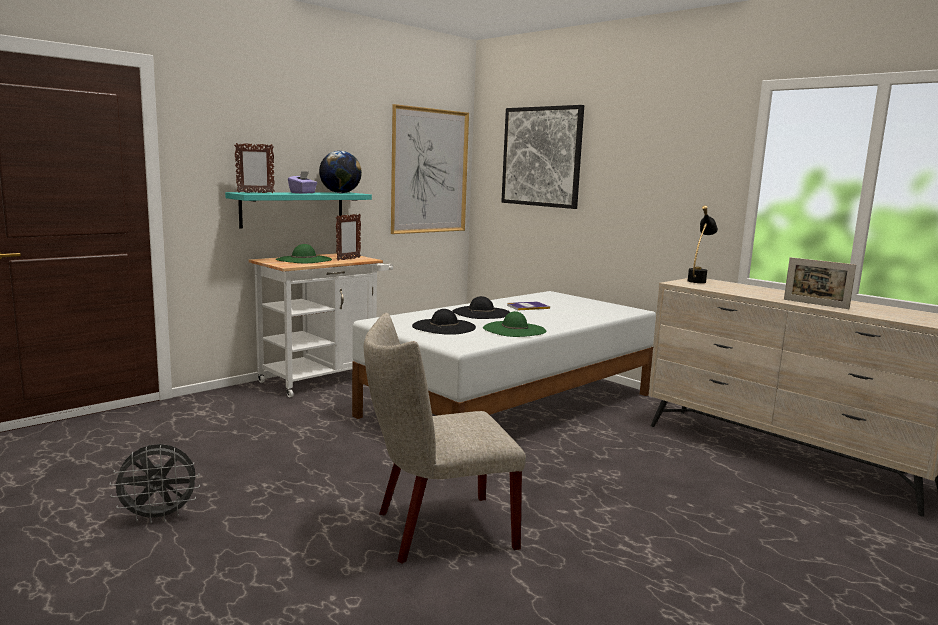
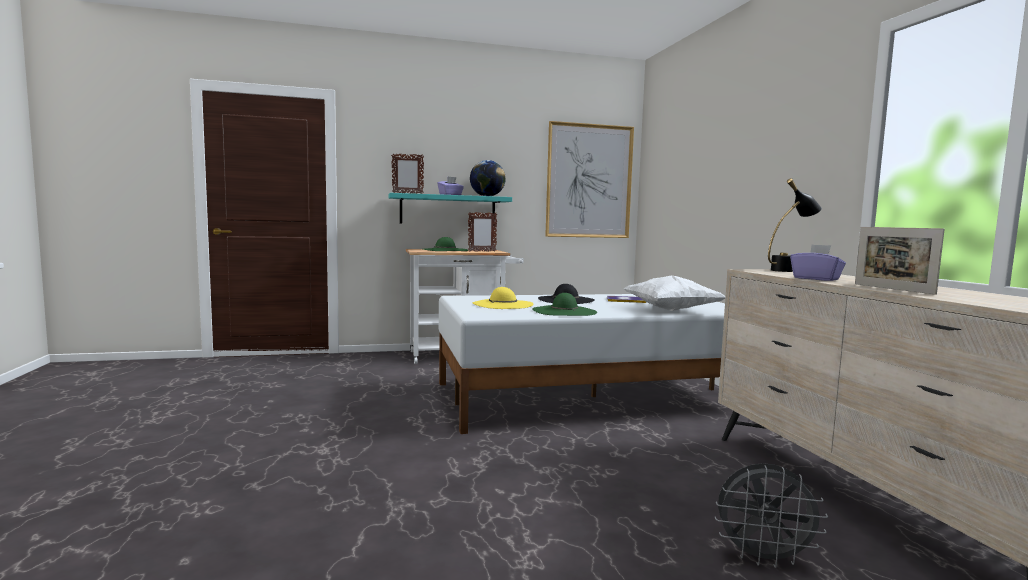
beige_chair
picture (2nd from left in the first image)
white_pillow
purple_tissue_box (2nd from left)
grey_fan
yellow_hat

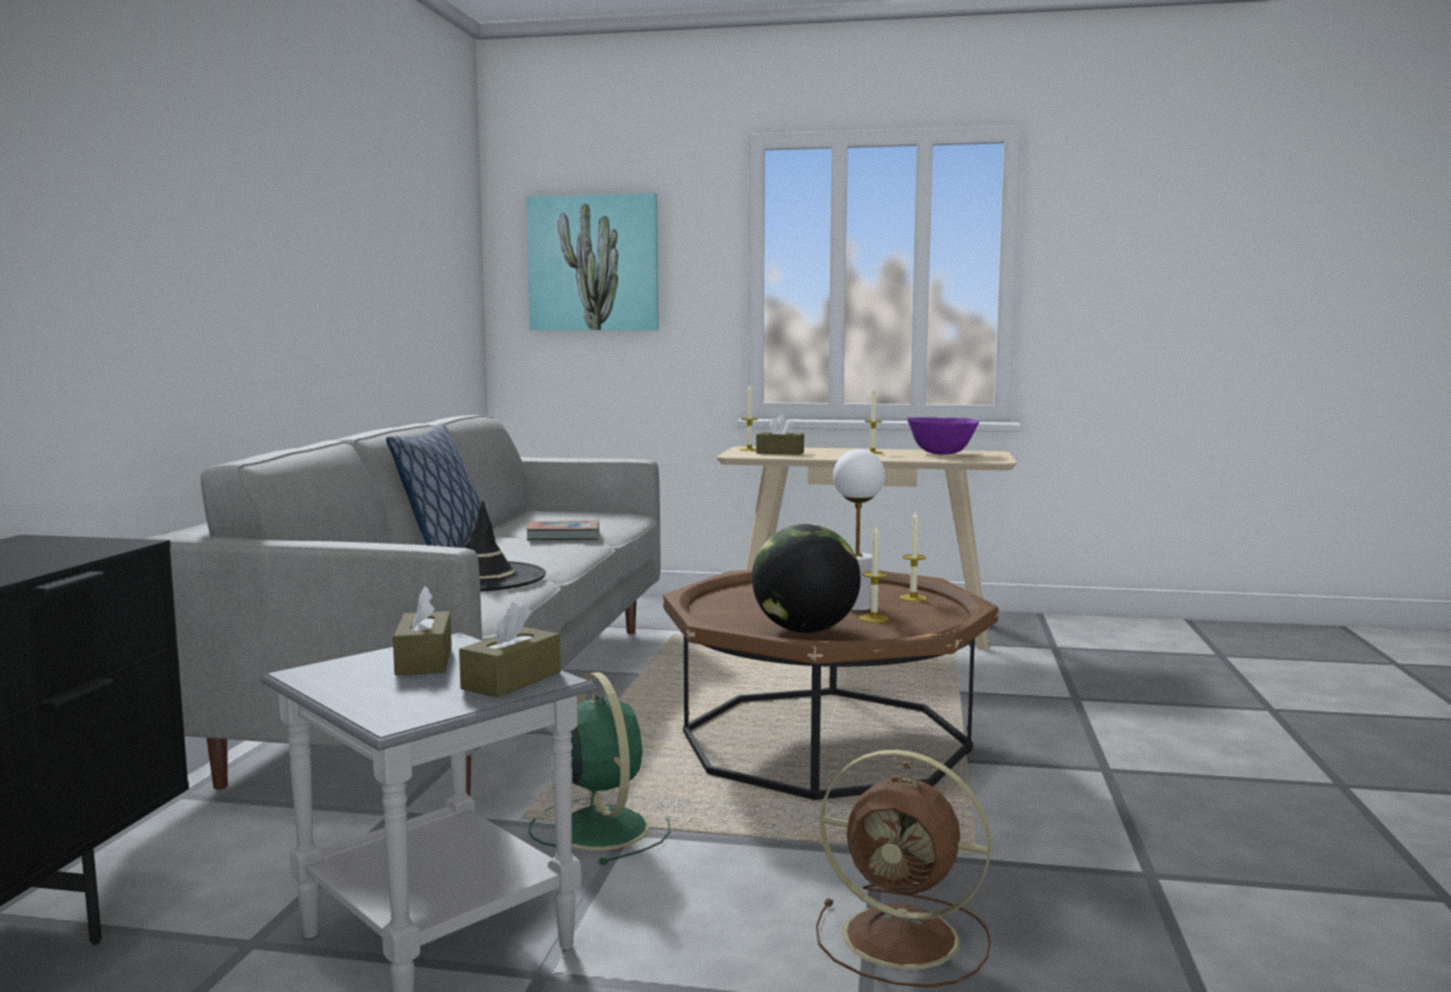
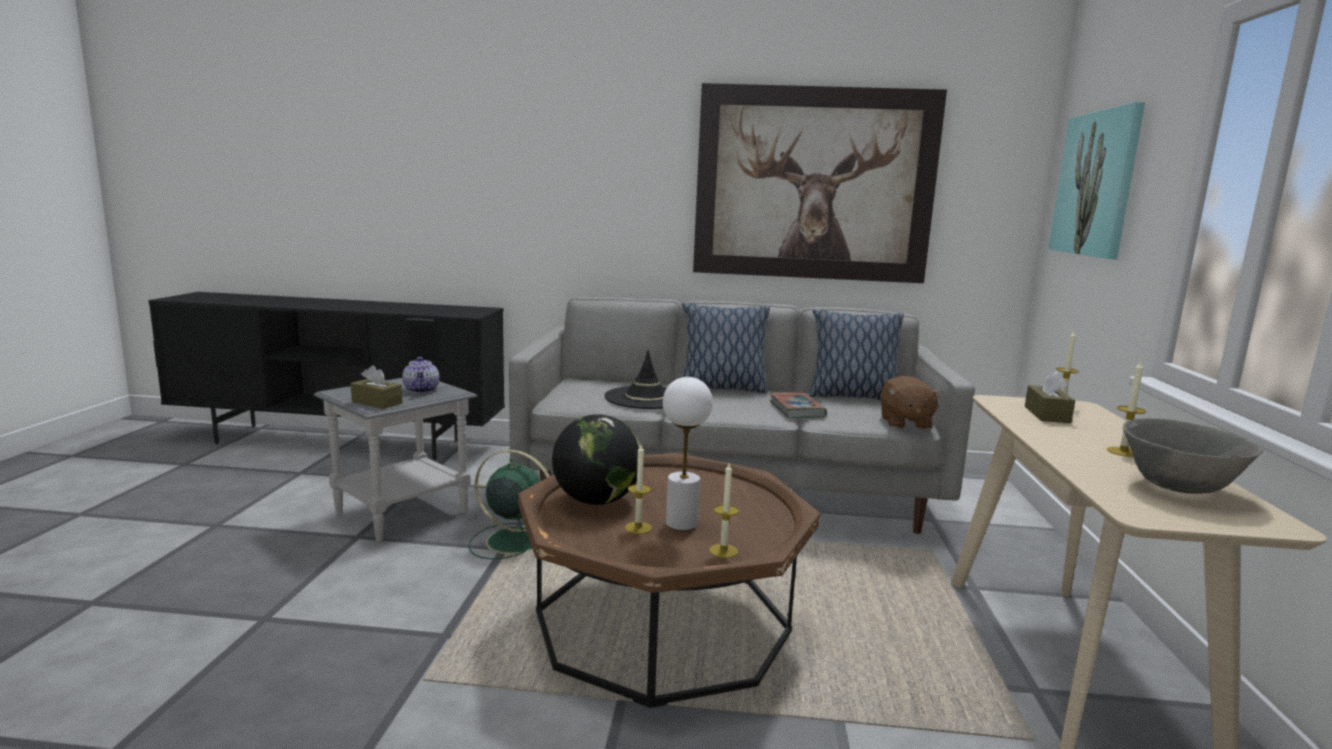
brown_fan
picture (1st from left)
pillow (2nd from left)
brown_plush_toy
teapot
grey_bowl
green_fan

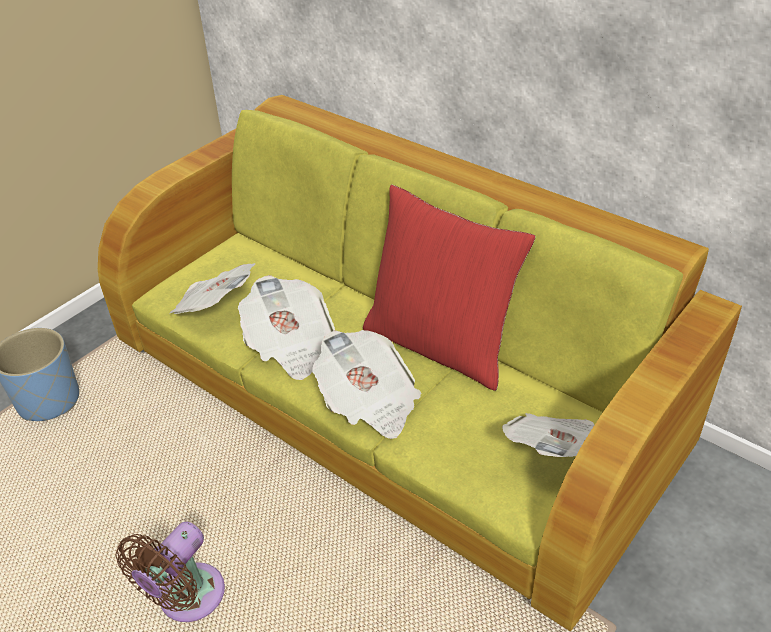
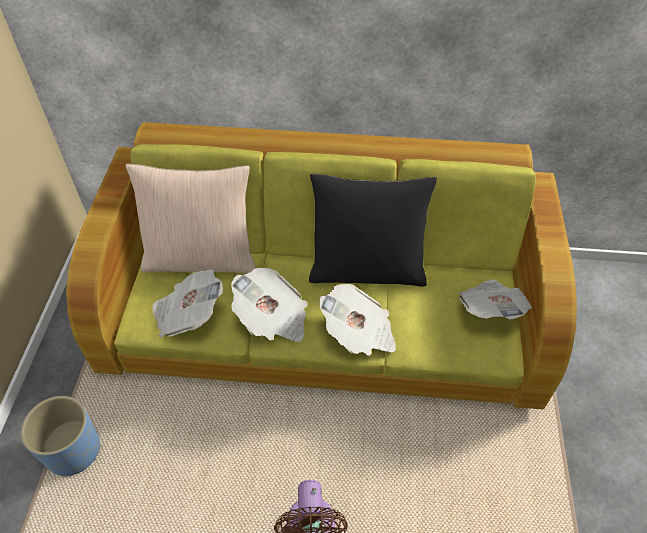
beige_pillow
black_pillow

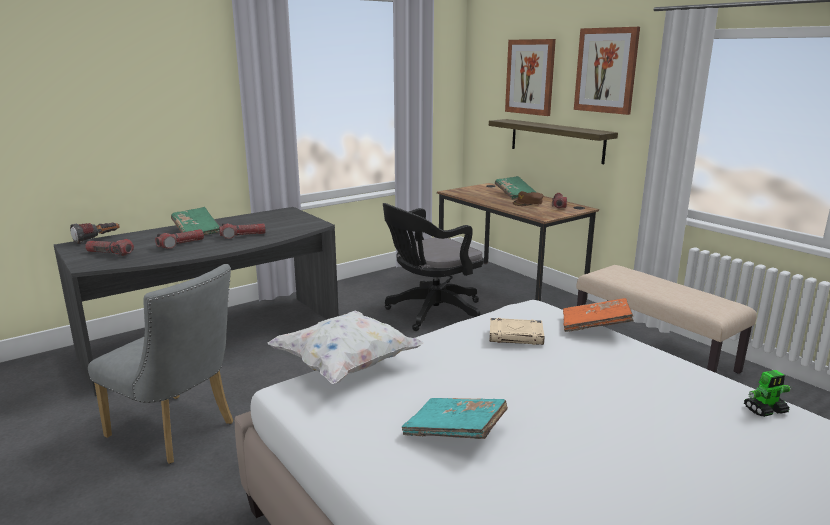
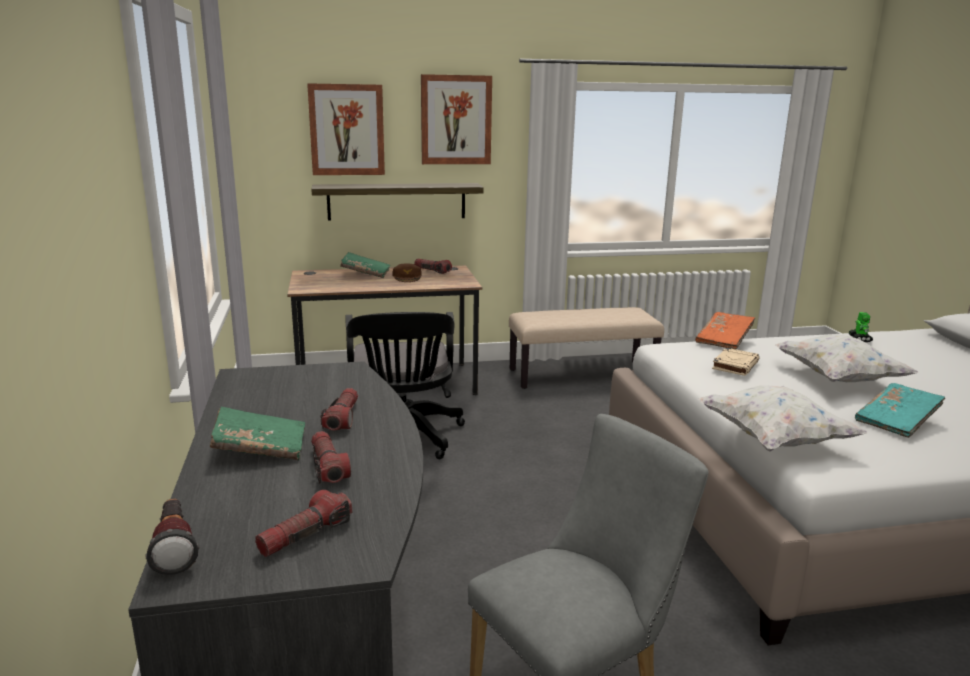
white_pillow (2nd from left)

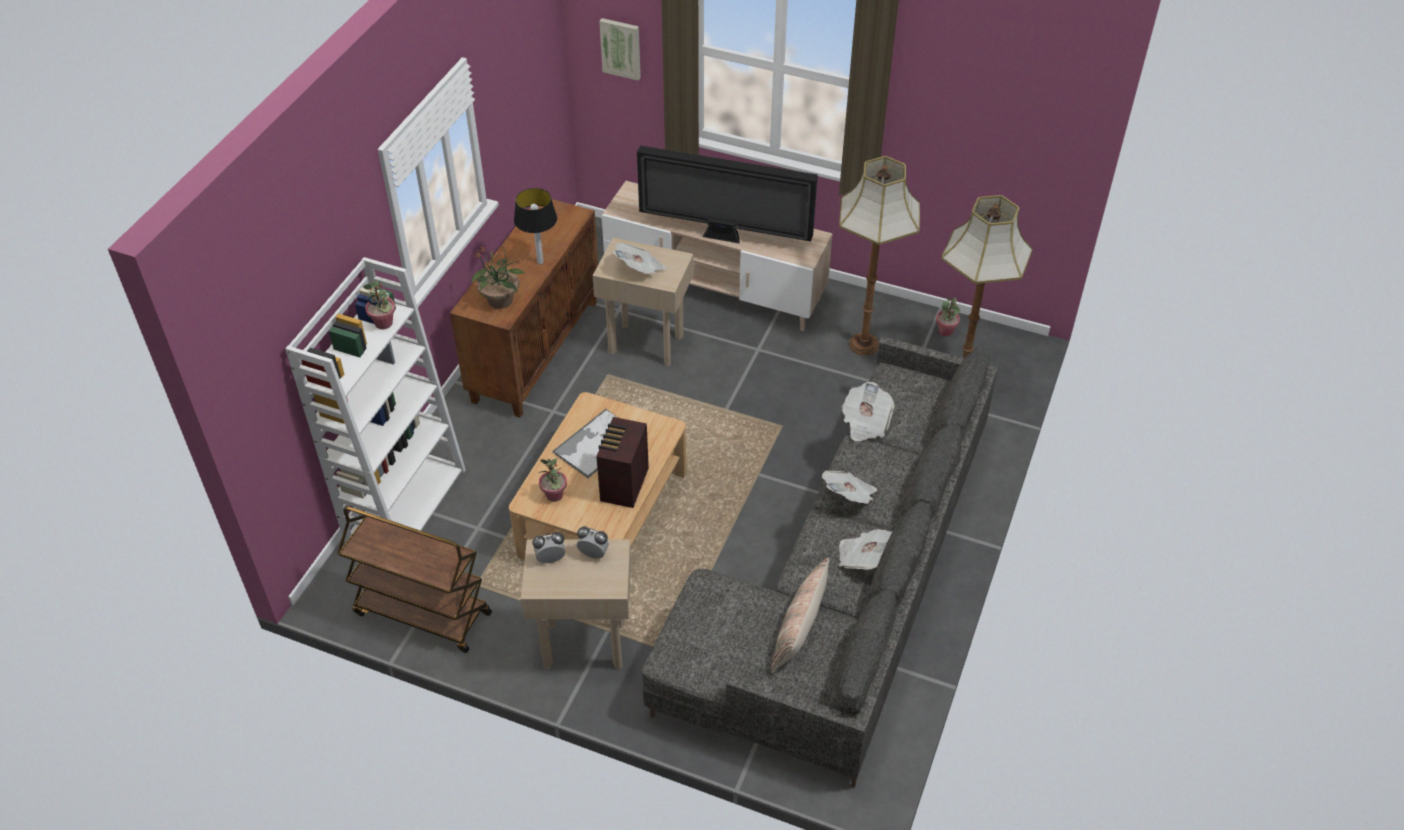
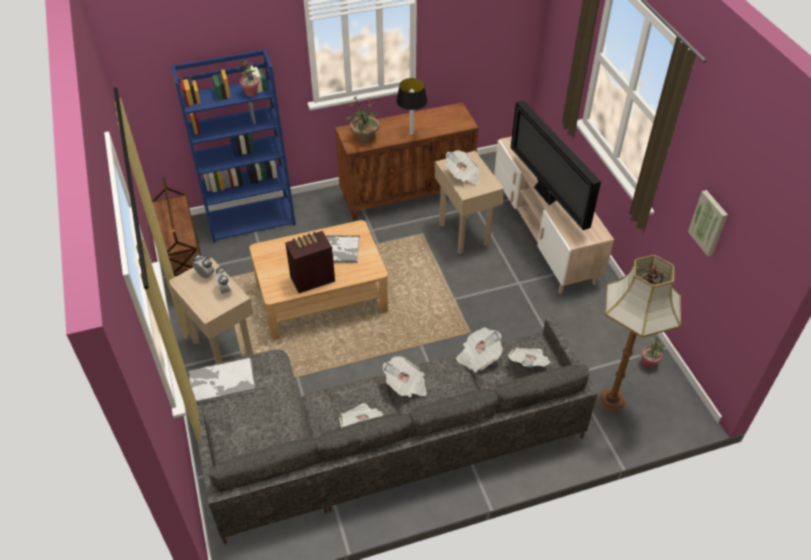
potted_plant (3rd from left in the first image)
pillow
floor_lamp (1st from left in the first image)
tray (1st from left)
newspaper (5th from left)
picture
blue_bookcase

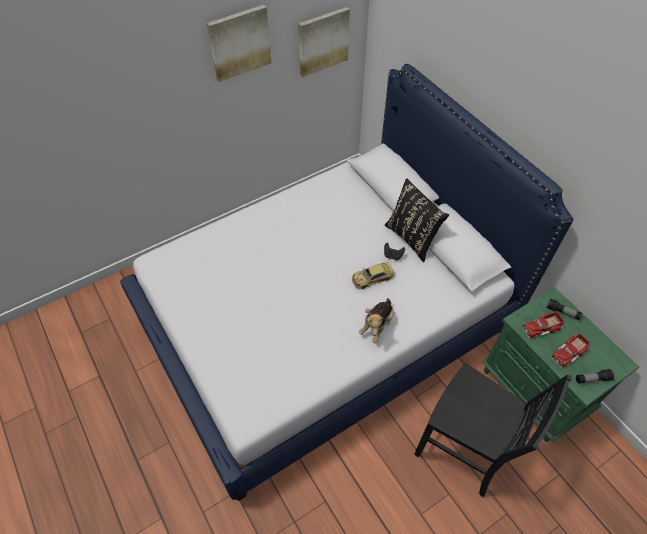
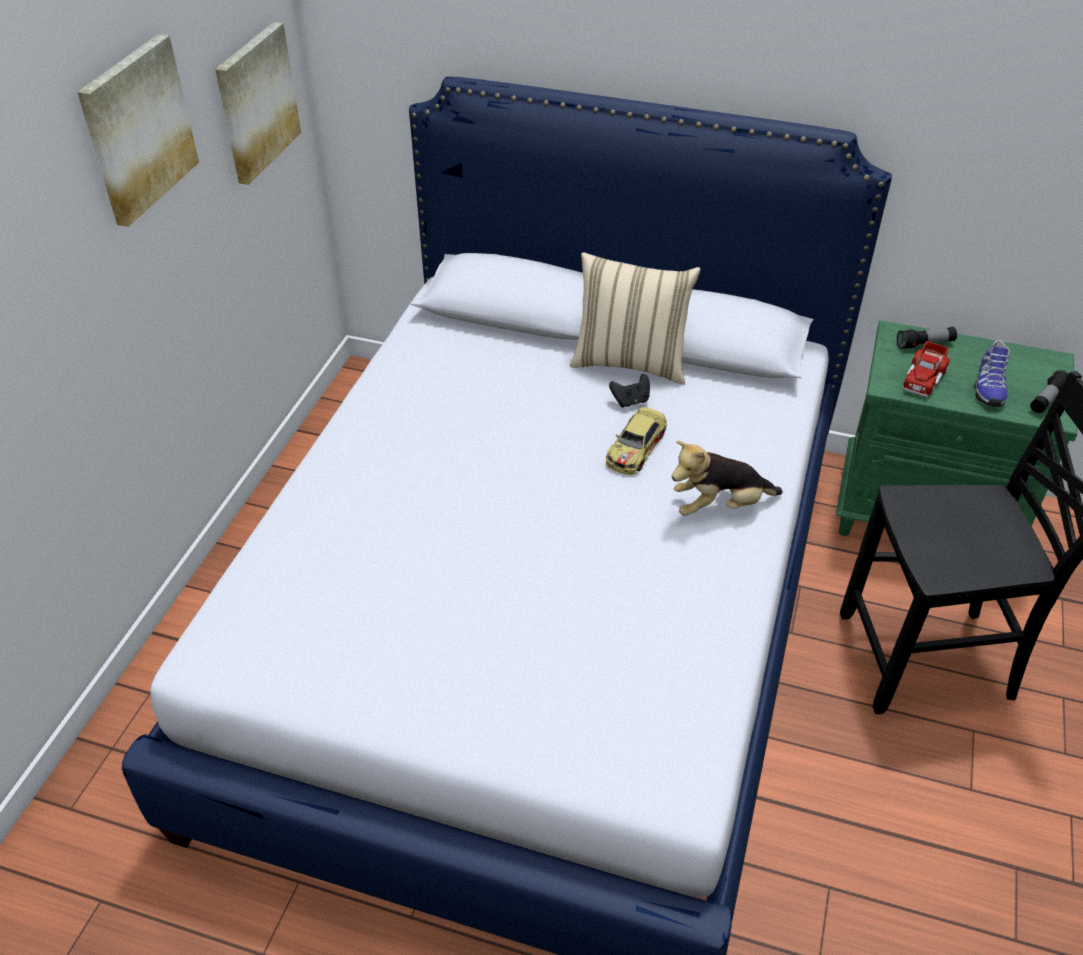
shoe
beige_pillow
plush_toy

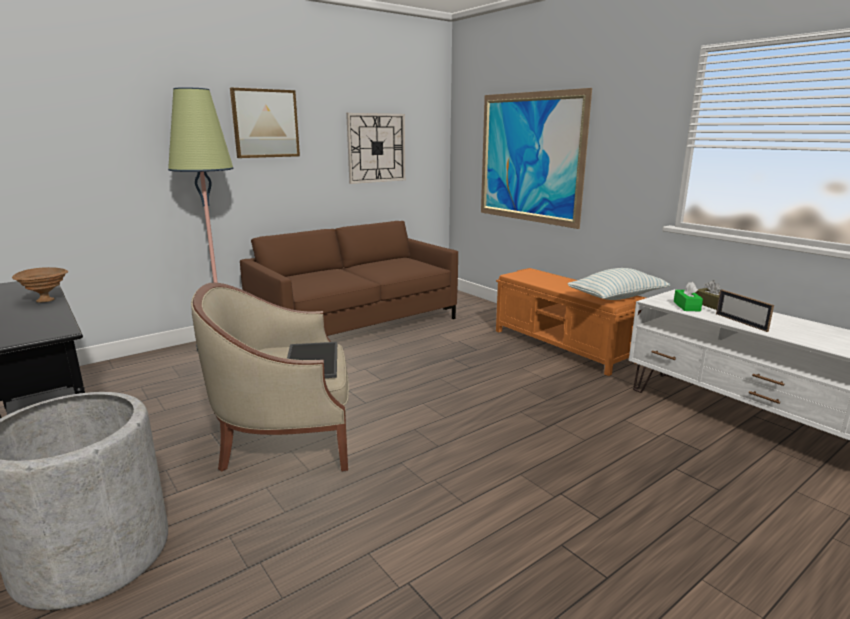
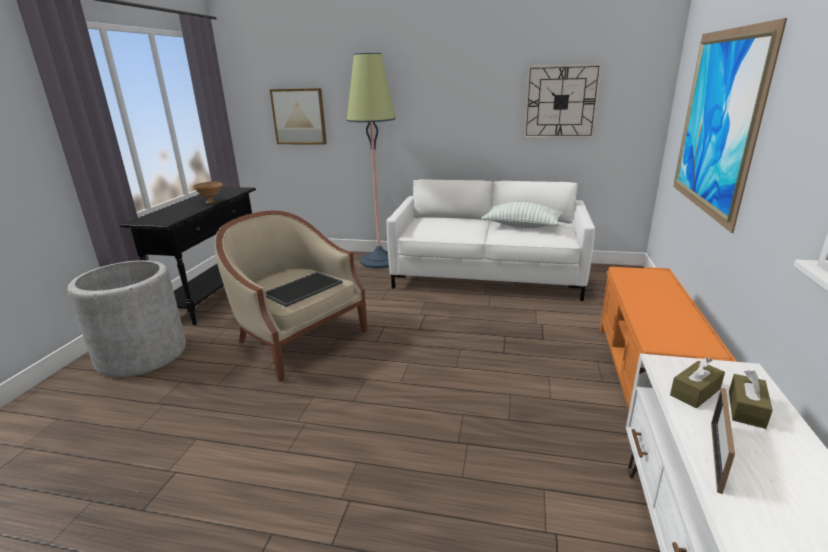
picture (1st from left)
pillow
white_sofa
brown_tissue_box (1st from left)

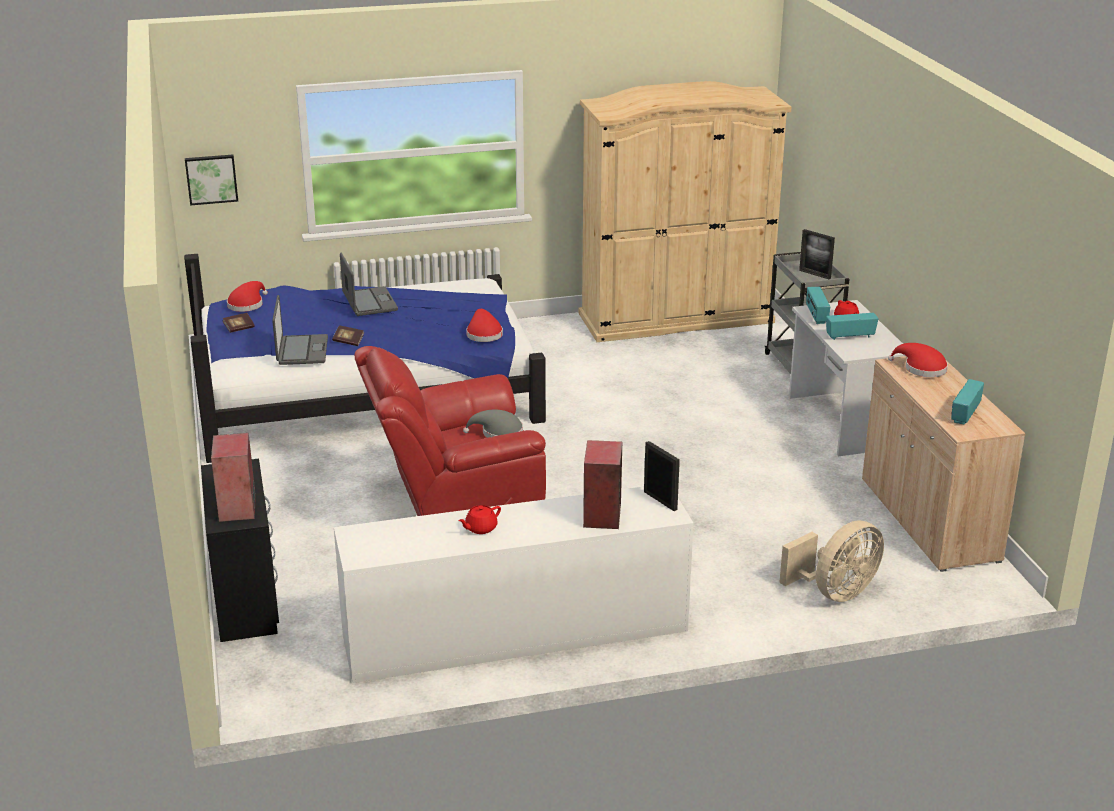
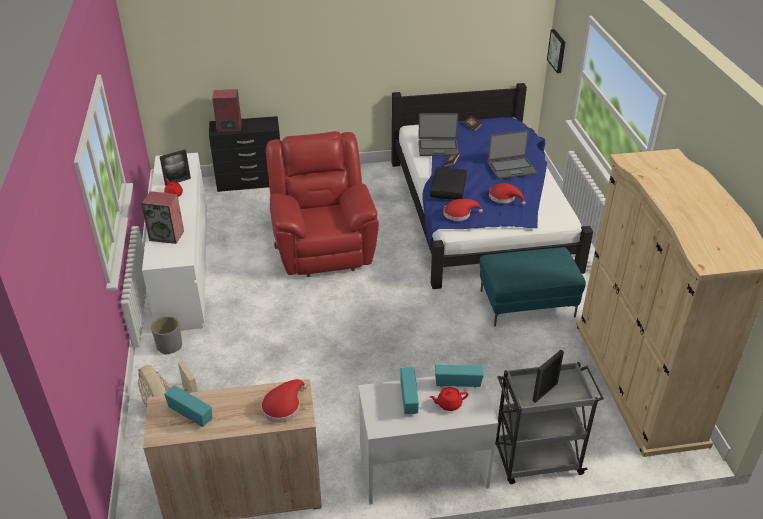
grey_hat
grey_planter
black_pillow
turquoise_ottoman
red_hat (3rd from left)
picture_frame (1st from left)

